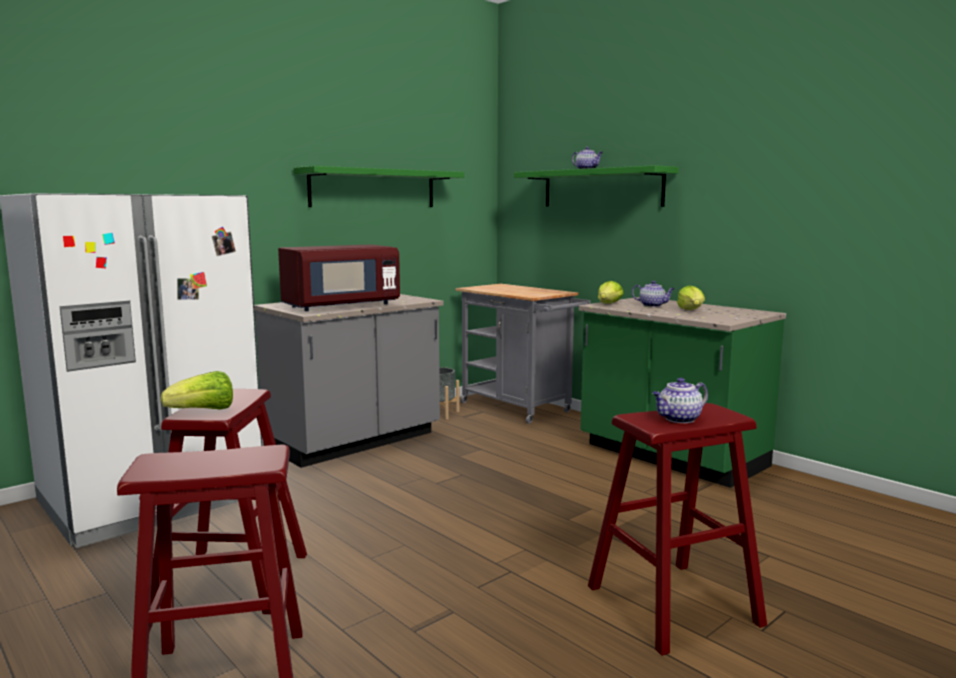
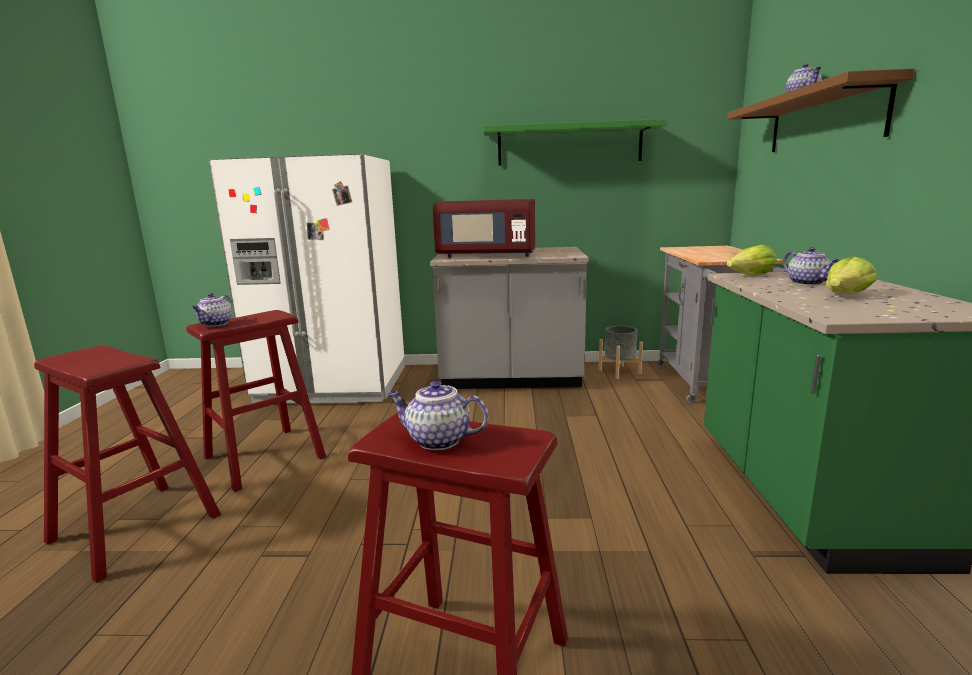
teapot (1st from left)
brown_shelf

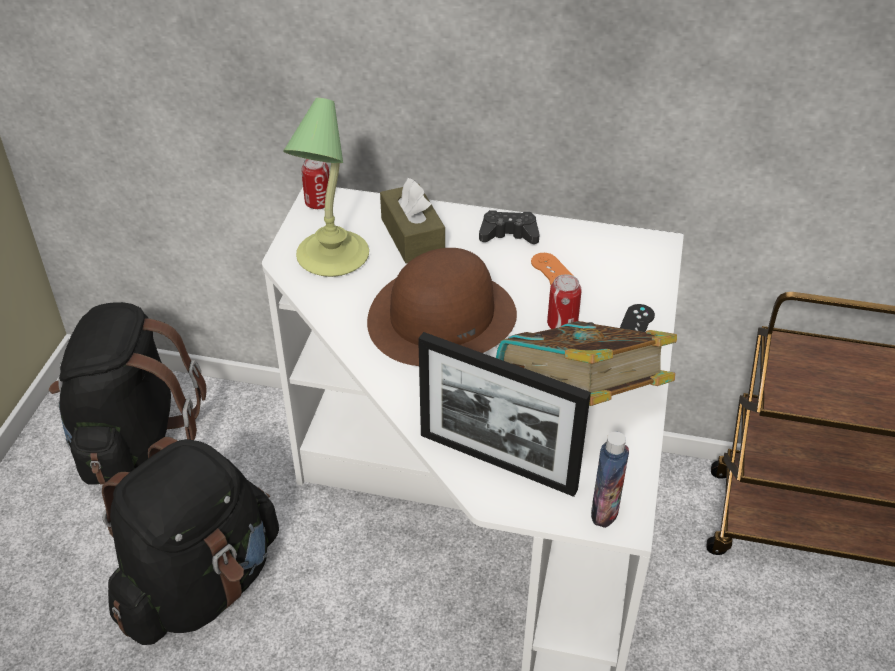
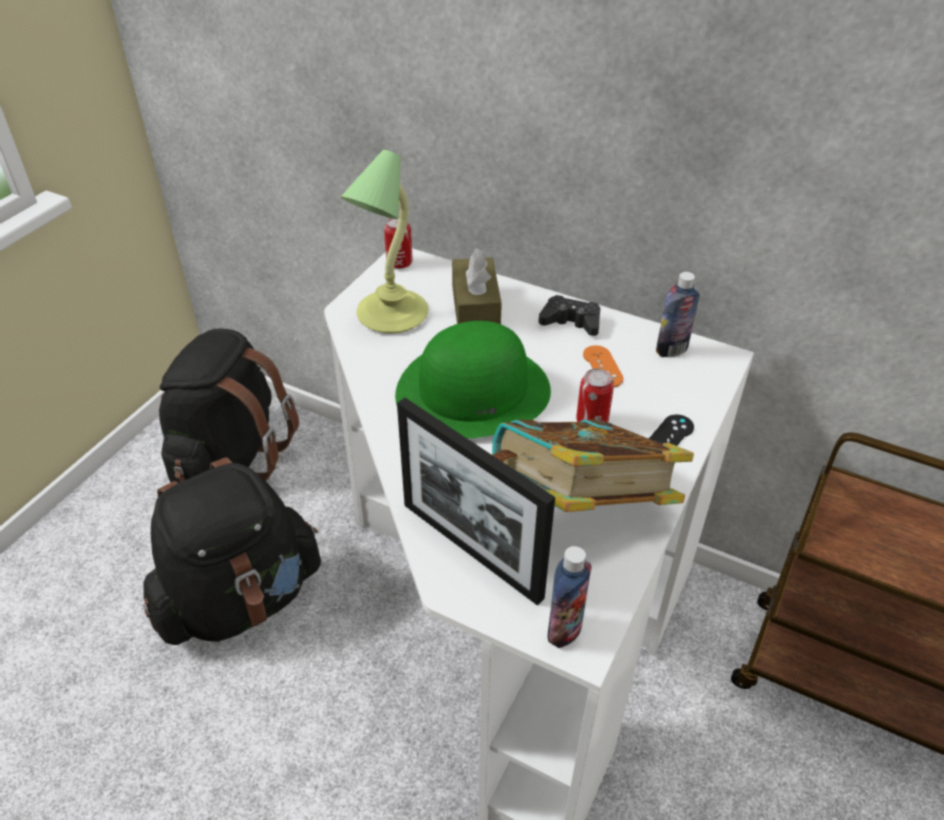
bottle (2nd from left)
green_hat

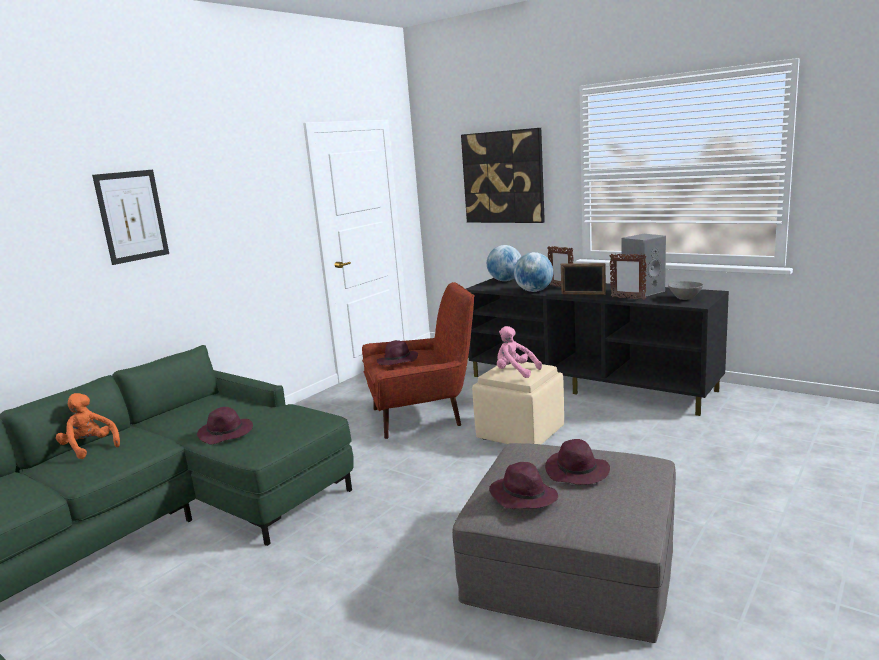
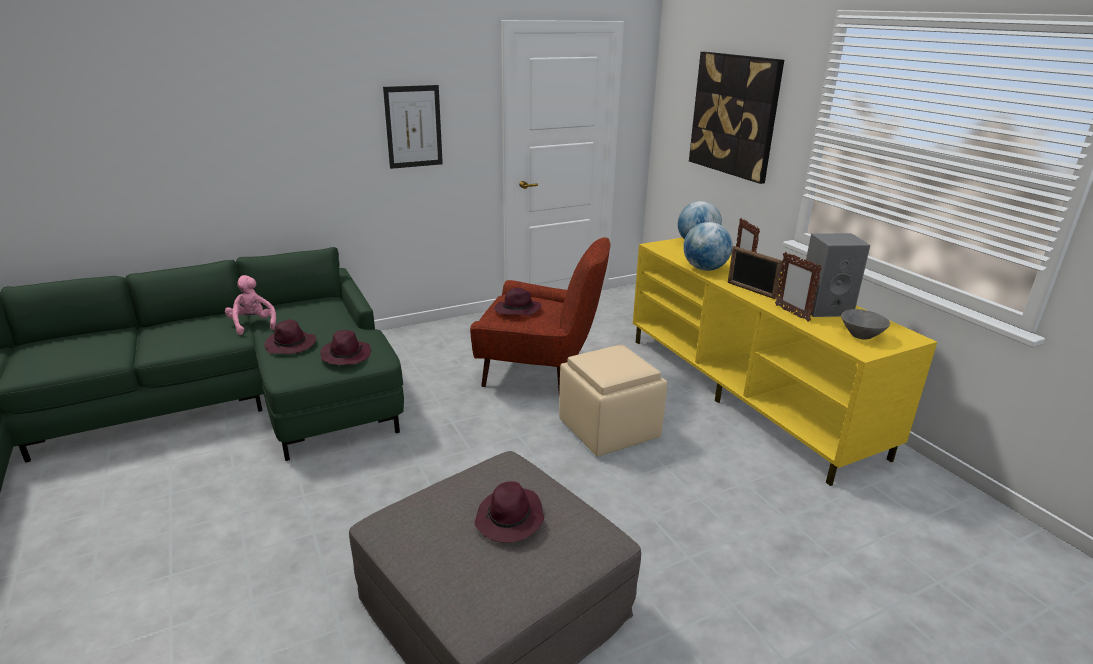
orange_plush_toy
picture (1st from left)
purple_hat (2nd from left)
pink_plush_toy
yellow_tv_stand

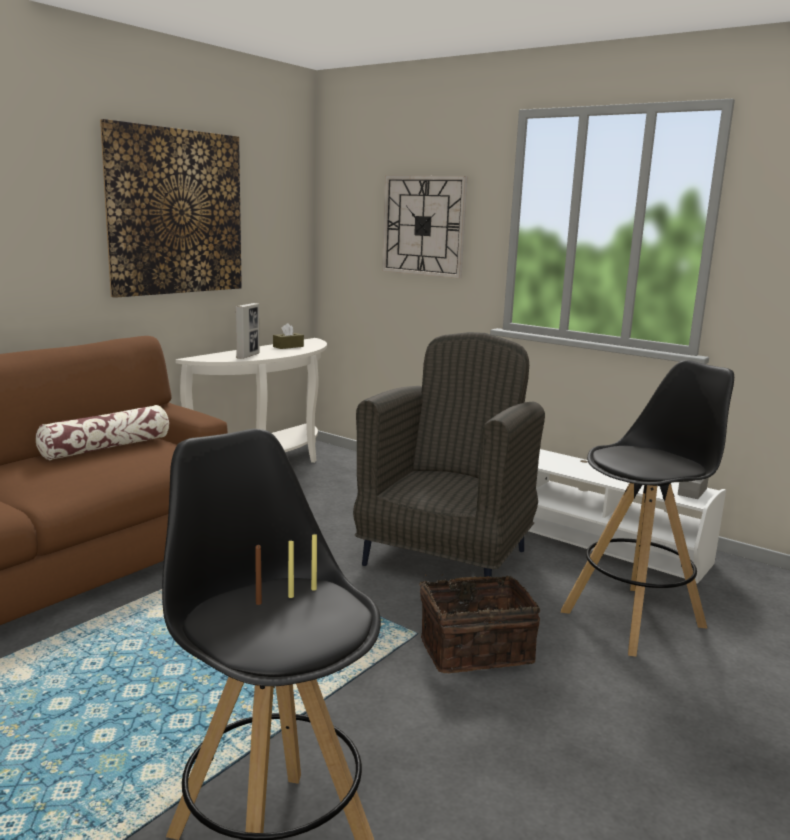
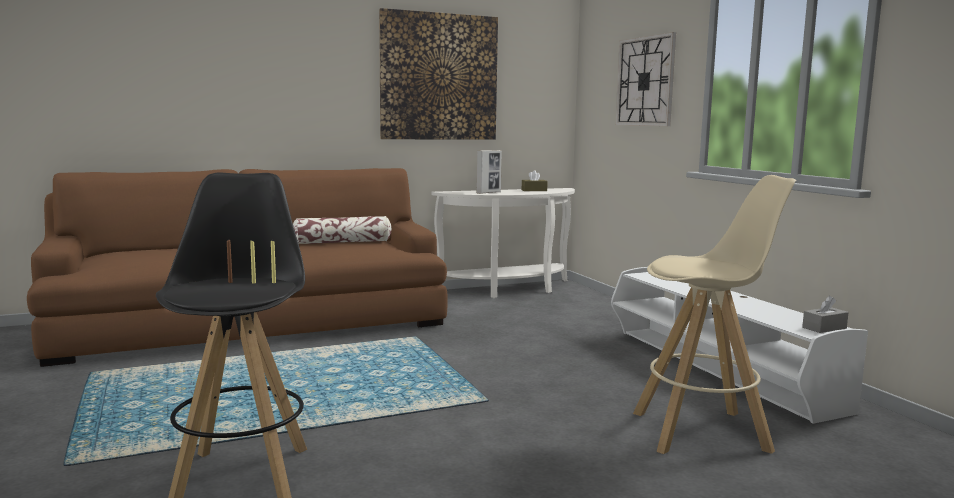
grey_armchair
basket
beige_stool

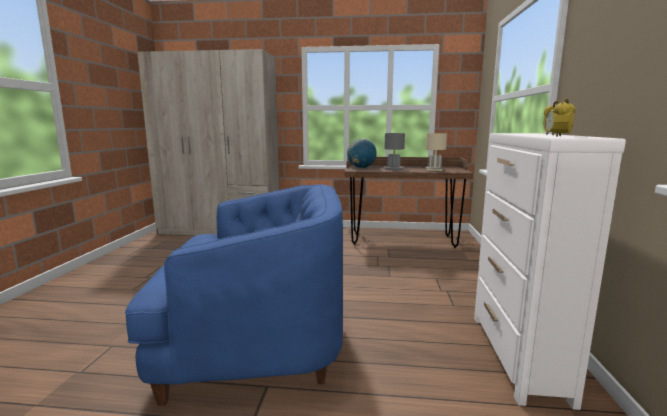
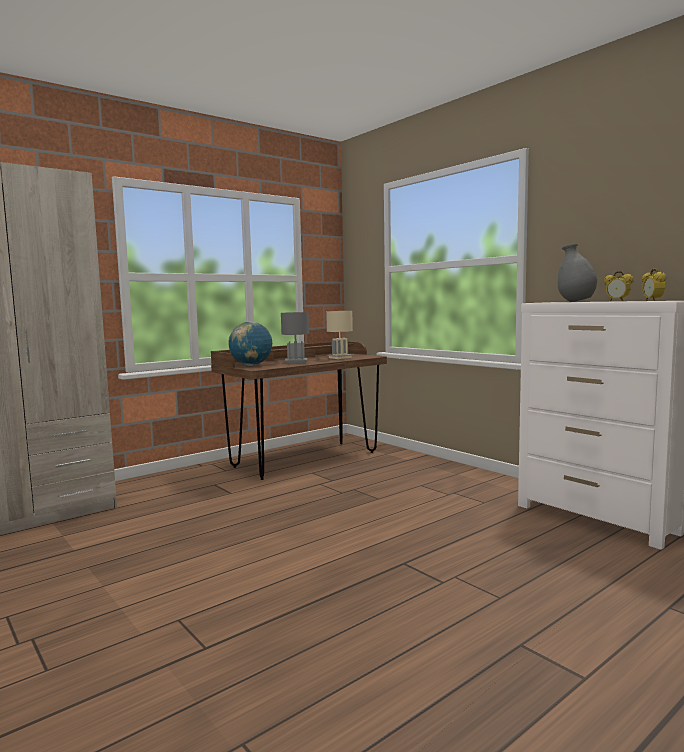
blue_armchair
grey_vase

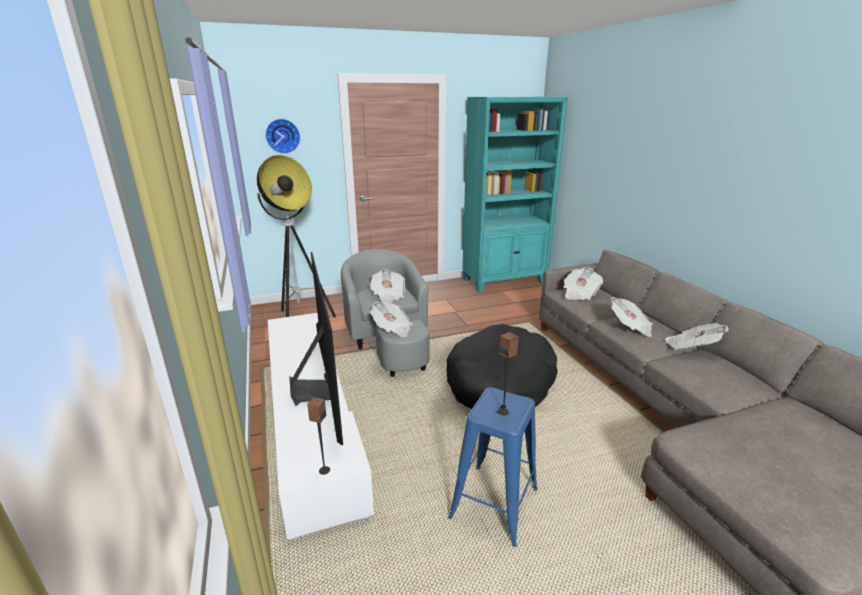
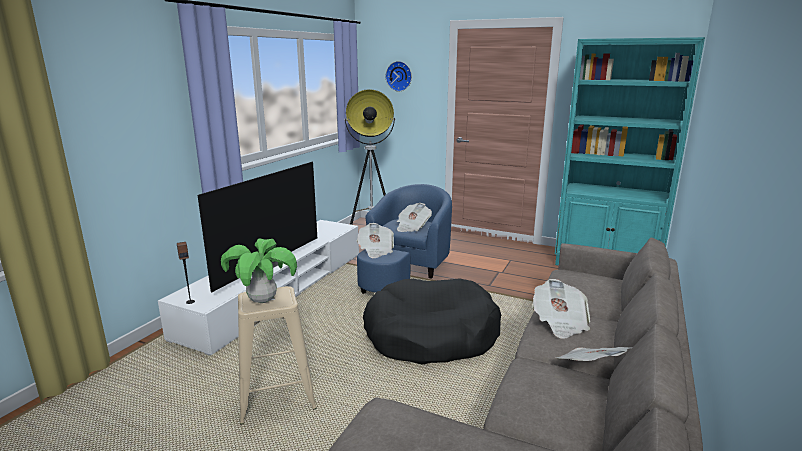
newspaper (3rd from left in the first image)
potted_plant
blue_armchair
beige_stool

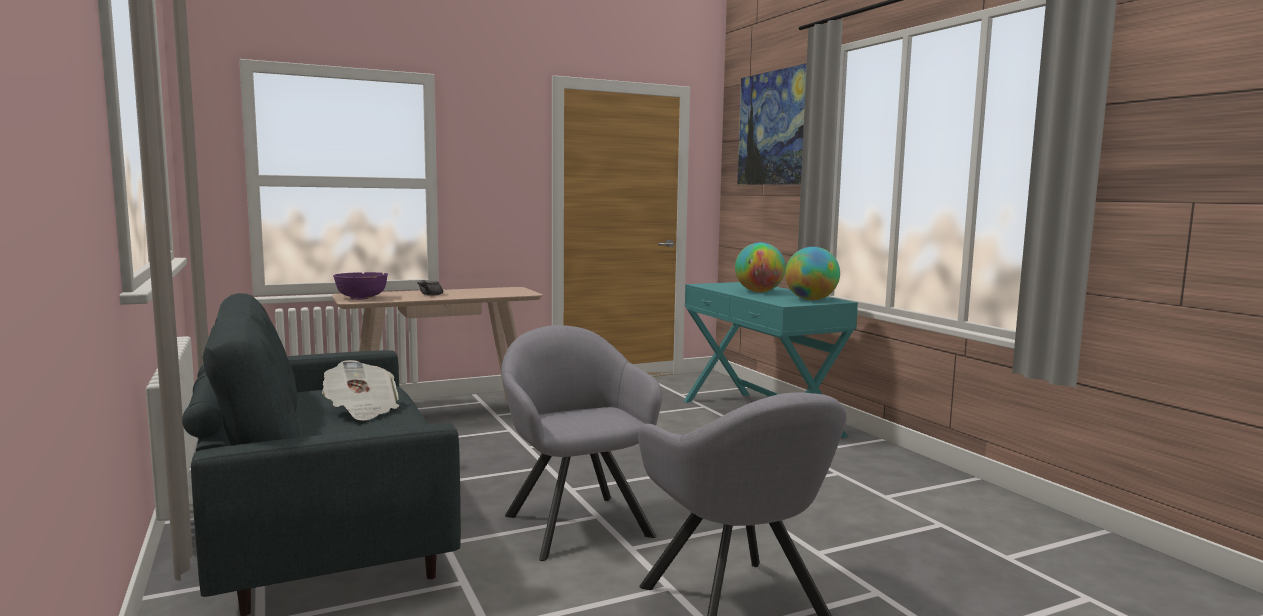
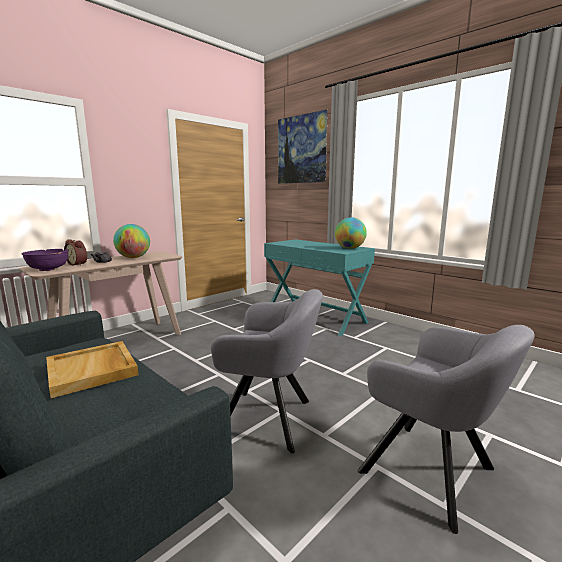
alarm_clock
globe (1st from left)
beige_tray
grey_armchair (1st from left)

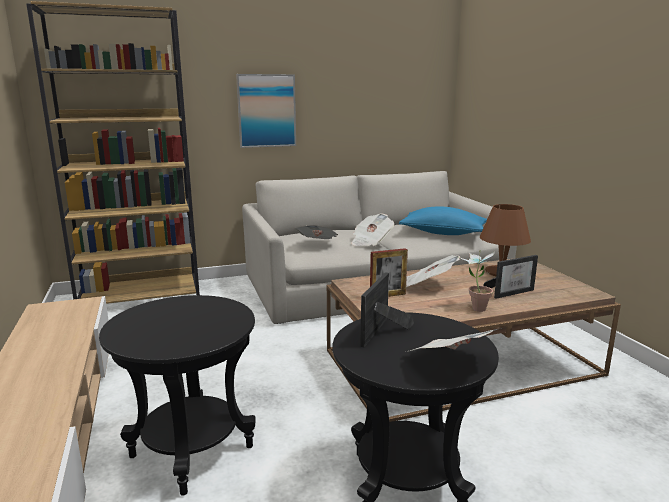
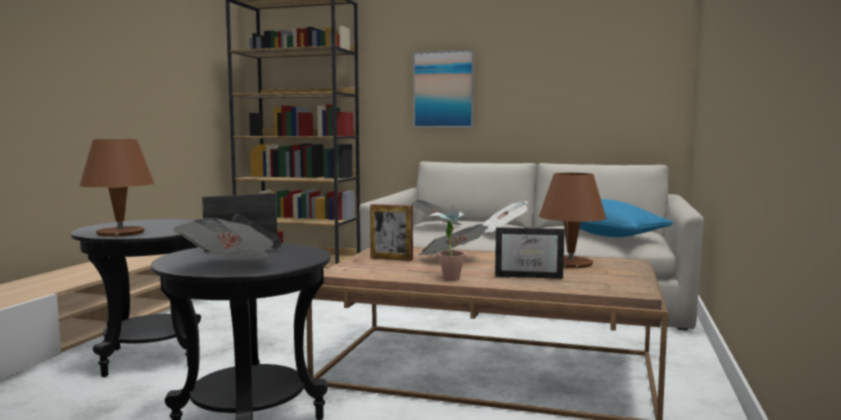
brown_table_lamp (1st from left)

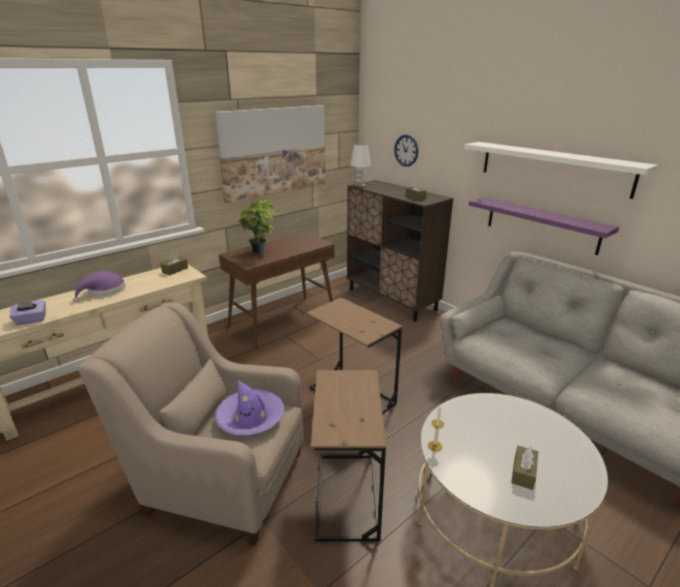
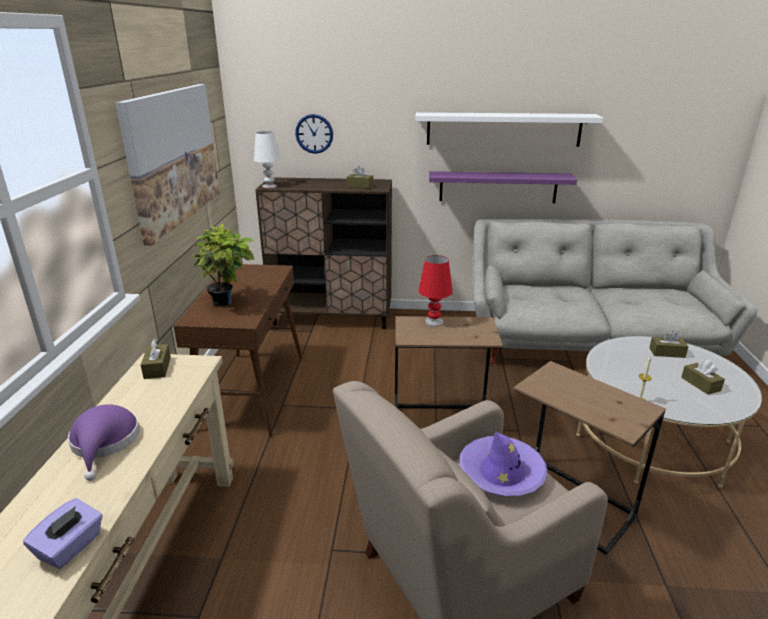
red_table_lamp
brown_tissue_box (3rd from left)

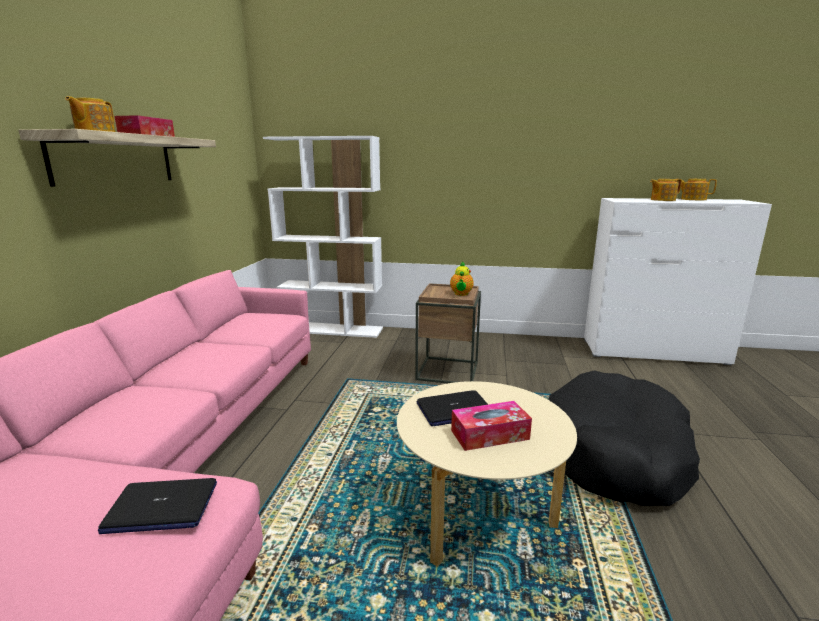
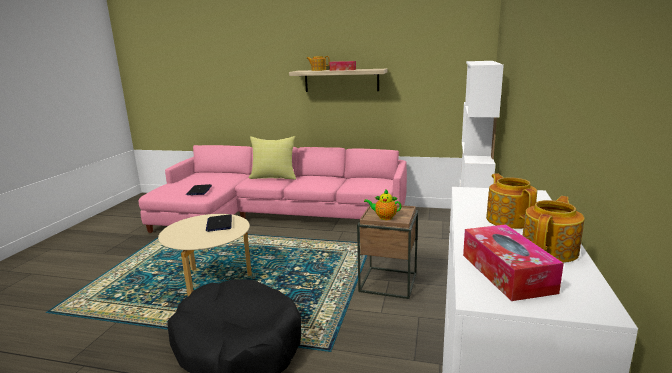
yellow_pillow
tissue_box (2nd from left)

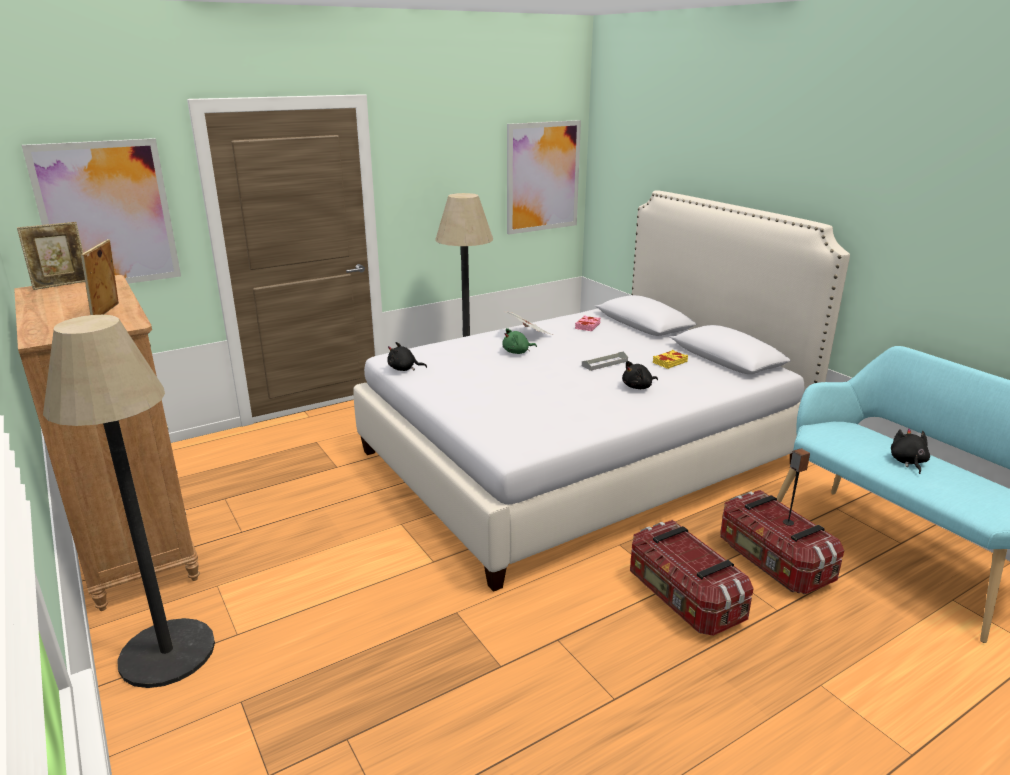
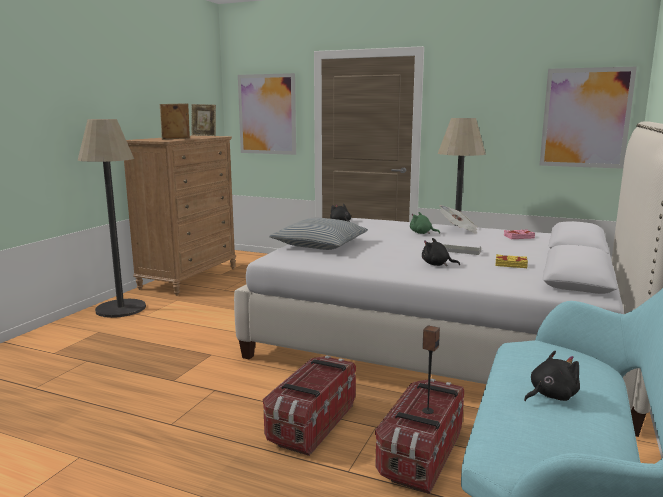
pillow

